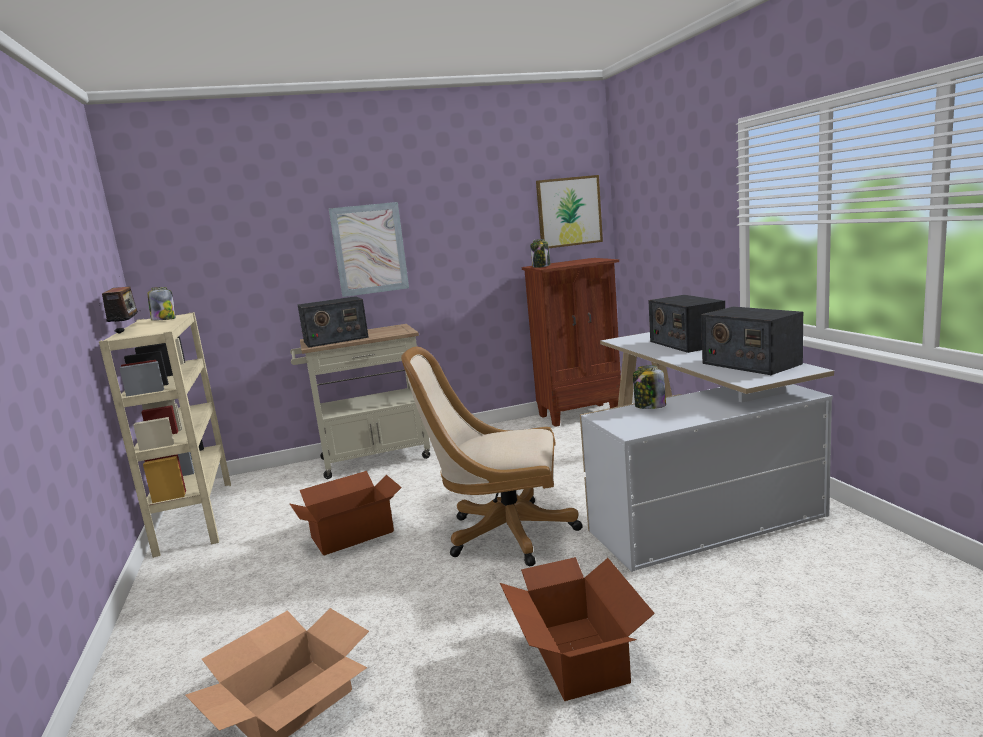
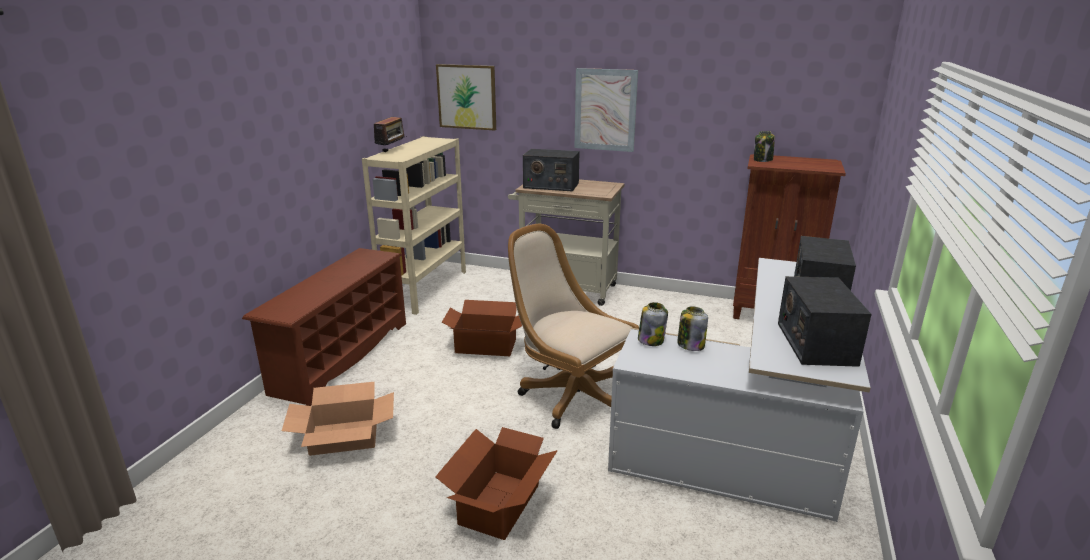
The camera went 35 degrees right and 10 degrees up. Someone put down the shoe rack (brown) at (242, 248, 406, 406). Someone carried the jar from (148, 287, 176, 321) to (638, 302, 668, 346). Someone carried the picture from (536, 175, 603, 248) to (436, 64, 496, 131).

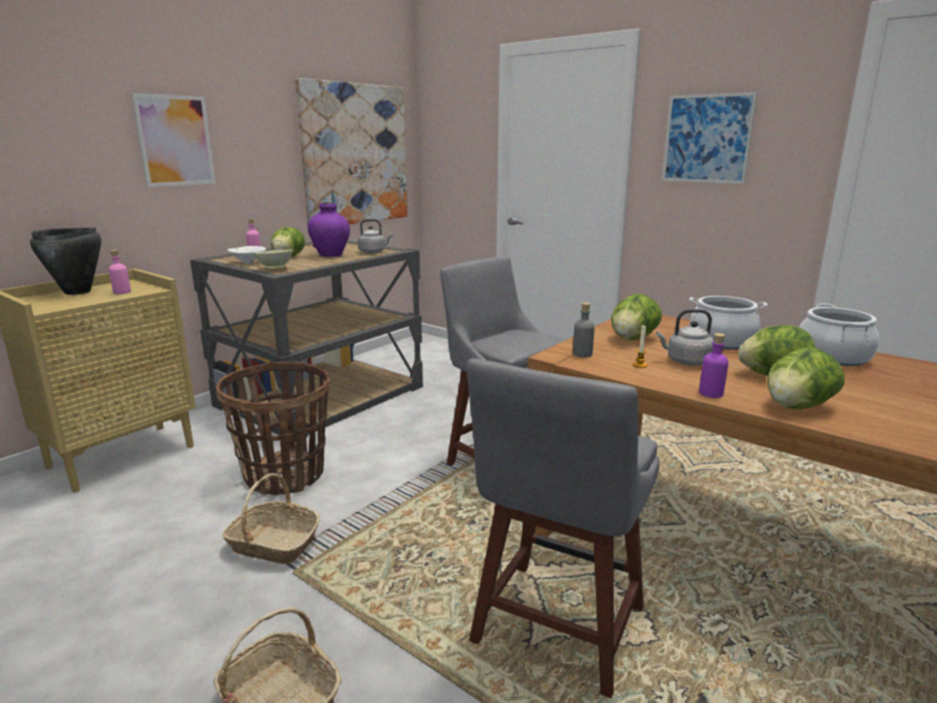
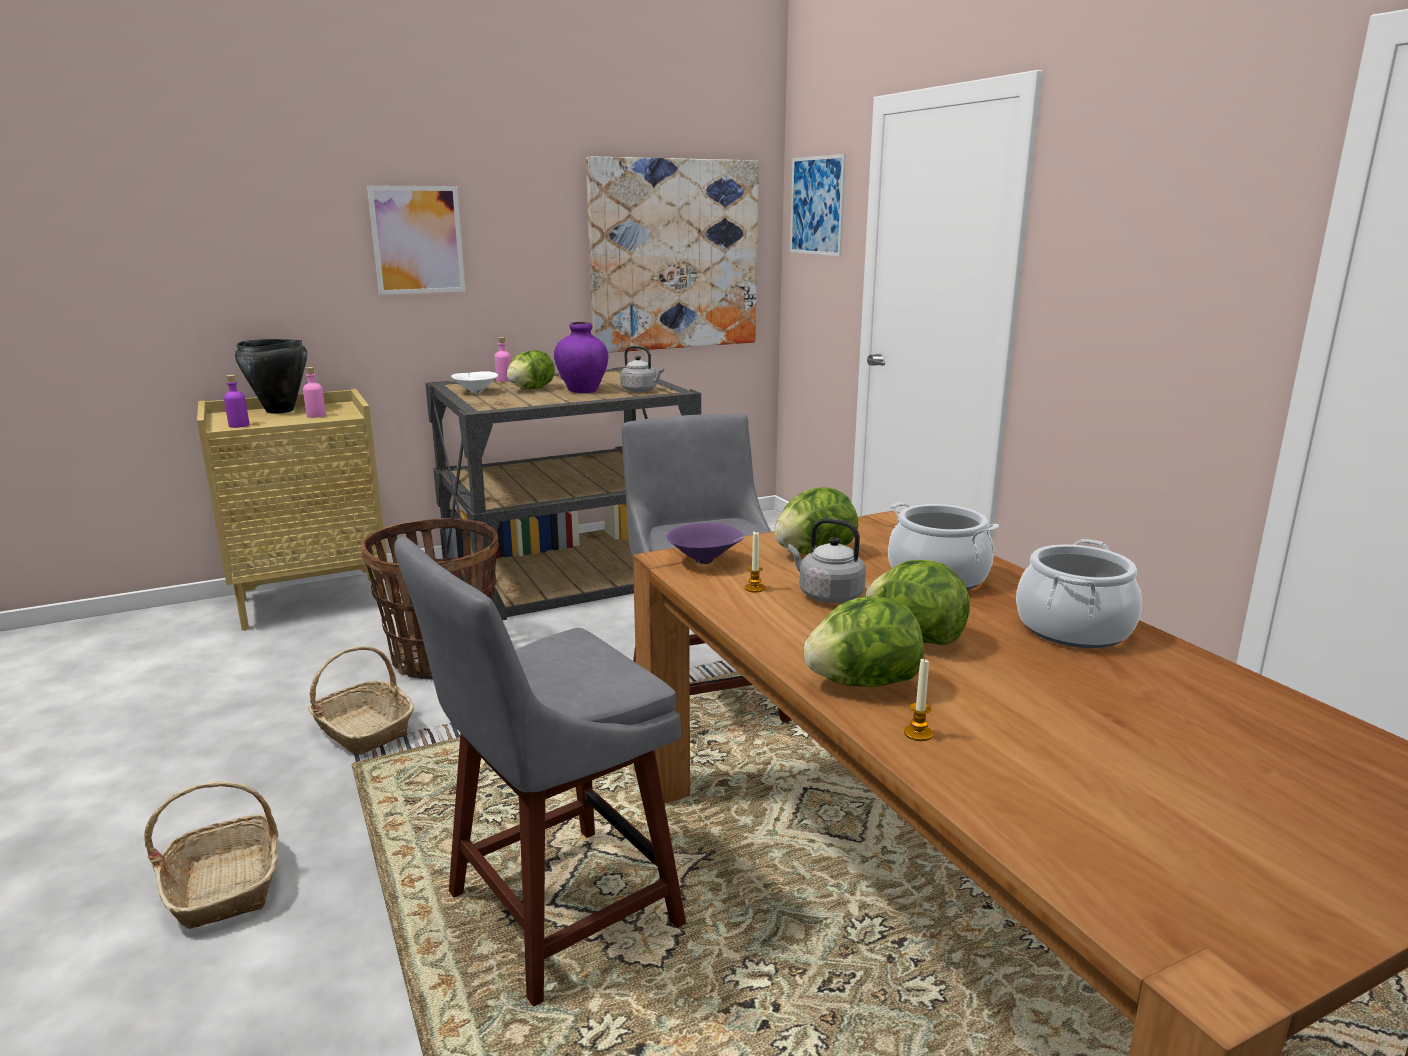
The camera went 25 degrees right and 0 degrees up. Someone took away the bowl (beige) at (254, 250, 293, 270). Someone put down the candle at (904, 658, 933, 741). Someone carried the picture from (662, 92, 758, 184) to (790, 154, 846, 256). Someone carried the bottle (purple) from (699, 333, 729, 398) to (224, 375, 249, 428). Someone swapped the bottle (grey) at (573, 302, 595, 358) for the bowl (purple) at (666, 523, 744, 564).

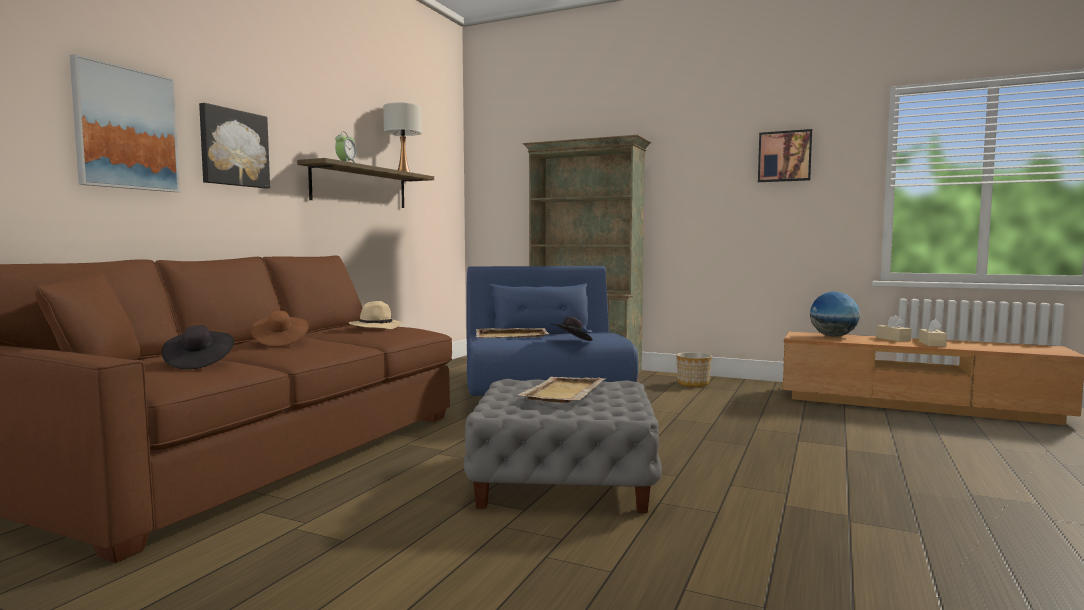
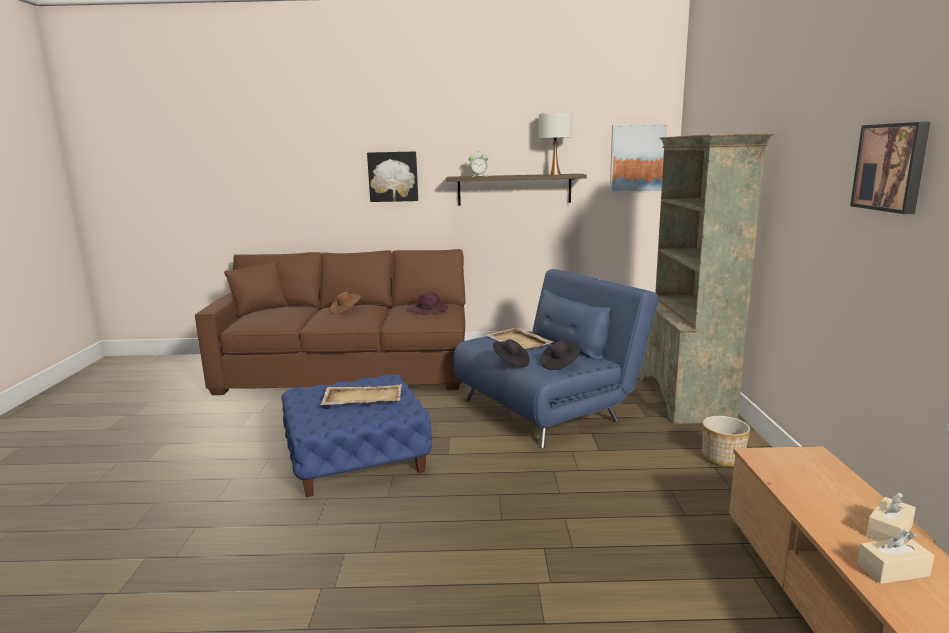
The camera went 65 degrees right and 10 degrees up. Someone took away the globe at (810, 292, 860, 337). Someone carried the picture from (70, 54, 180, 192) to (610, 124, 668, 193). Someone carried the hat (black) from (162, 325, 234, 369) to (540, 341, 581, 370). Someone repainted the hat (beige) at (349, 301, 403, 330), which became the hat (purple) at (409, 292, 448, 315). Someone repainted the ottoman (grey) at (464, 379, 662, 513), which became the ottoman (blue) at (281, 374, 432, 497).

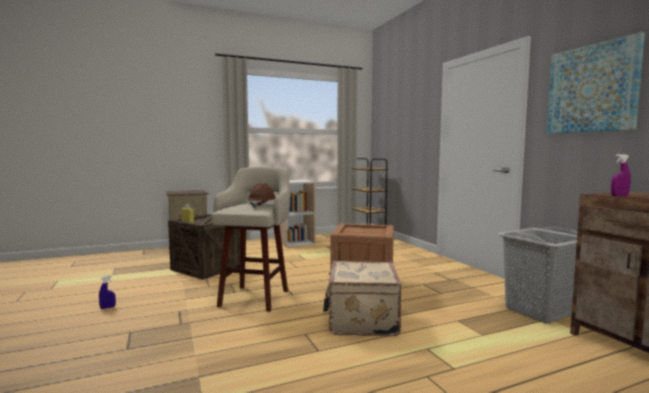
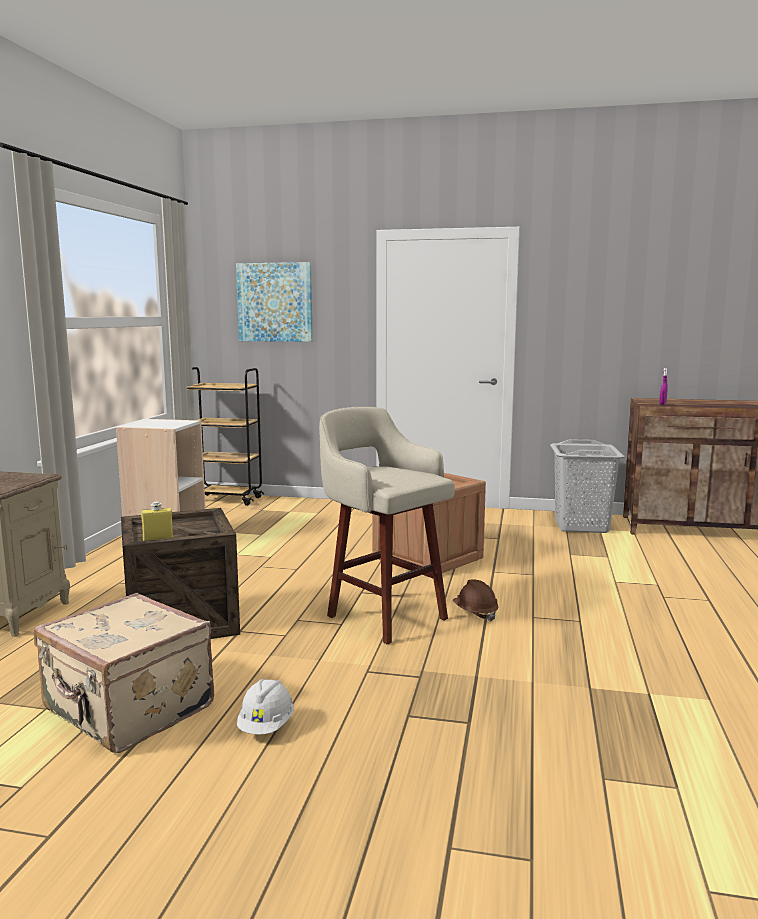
The camera went 55 degrees left and 5 degrees up. Someone carried the hard hat (brown) from (248, 183, 276, 208) to (453, 579, 498, 621). Someone carried the suitcase (beige) from (323, 261, 402, 336) to (34, 593, 214, 753). Someone carried the picture from (547, 32, 645, 134) to (236, 262, 313, 342). Someone swapped the spray bottle (blue) at (99, 276, 116, 309) for the hard hat (white) at (237, 679, 294, 735).

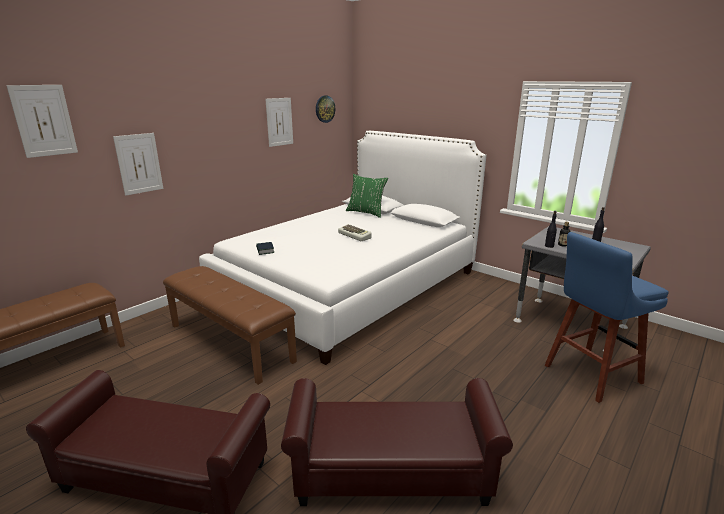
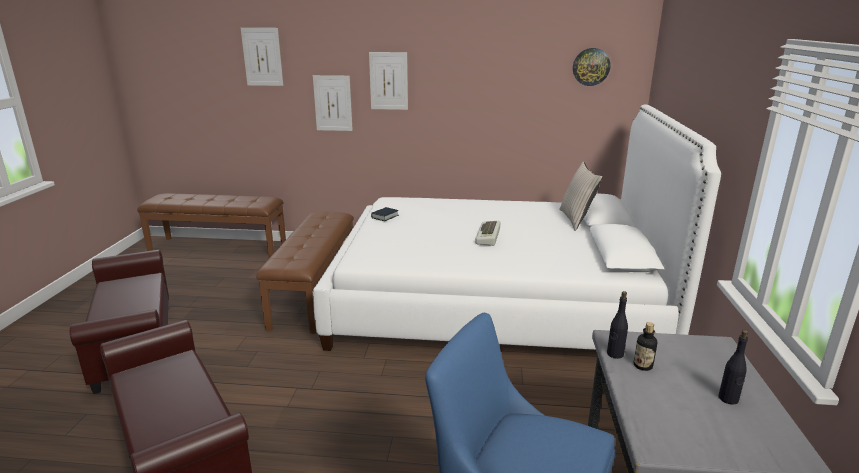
The camera went 55 degrees right and 0 degrees up. Someone carried the picture from (265, 98, 293, 147) to (369, 52, 408, 110). Someone repainted the pillow (green) at (346, 174, 388, 218), which became the pillow (beige) at (559, 162, 603, 231).

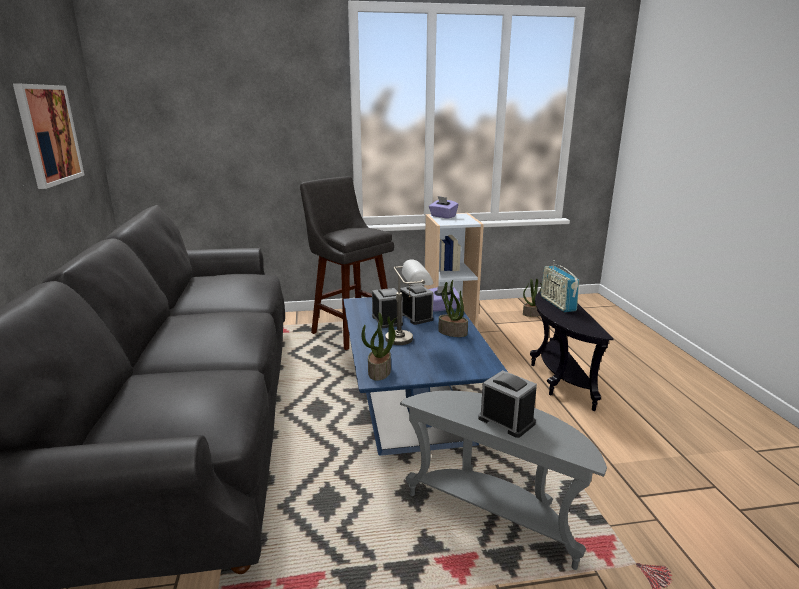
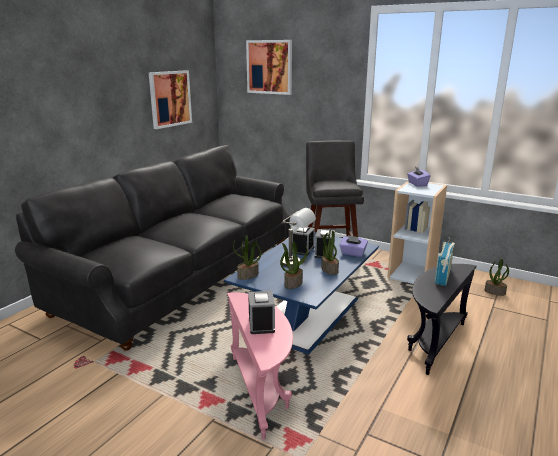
The camera went 40 degrees right and 0 degrees up. Someone put up the picture at (246, 40, 292, 95). Someone put down the potted plant at (280, 241, 308, 289). Someone repainted the side table (grey) at (400, 391, 607, 570), which became the side table (pink) at (227, 292, 293, 440).

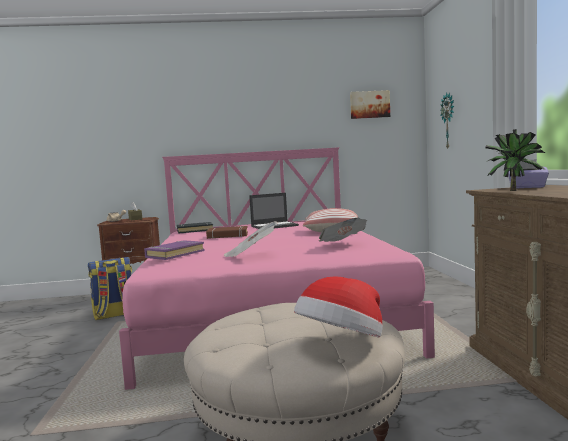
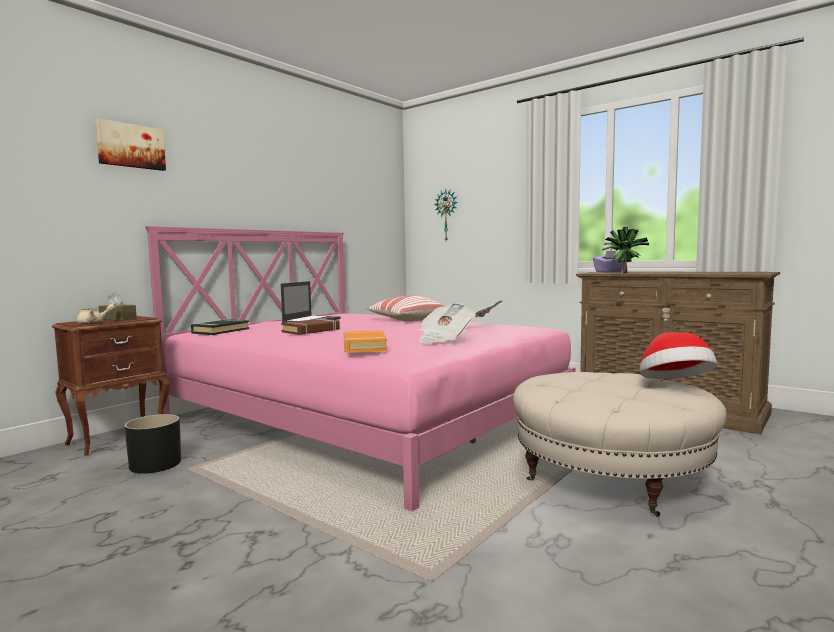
The camera went 45 degrees left and 0 degrees up. Someone carried the picture from (350, 90, 390, 119) to (95, 119, 166, 171). Someone swapped the backpack at (88, 257, 132, 320) for the planter (black) at (124, 414, 181, 474). Someone repainted the book (purple) at (144, 240, 205, 260), which became the book (orange) at (344, 330, 387, 353).

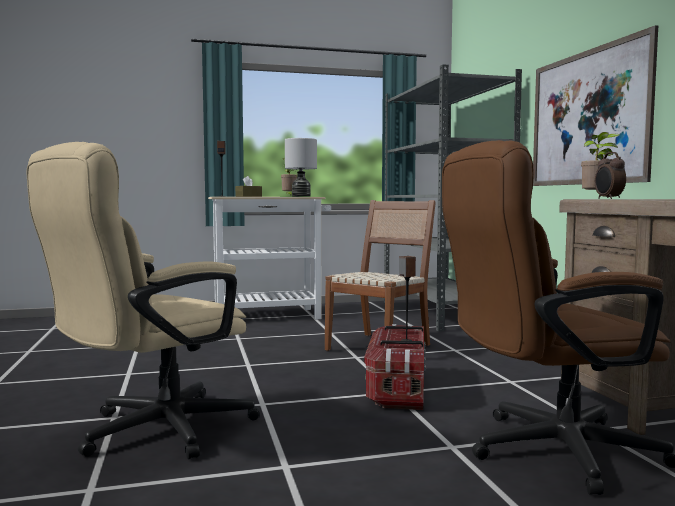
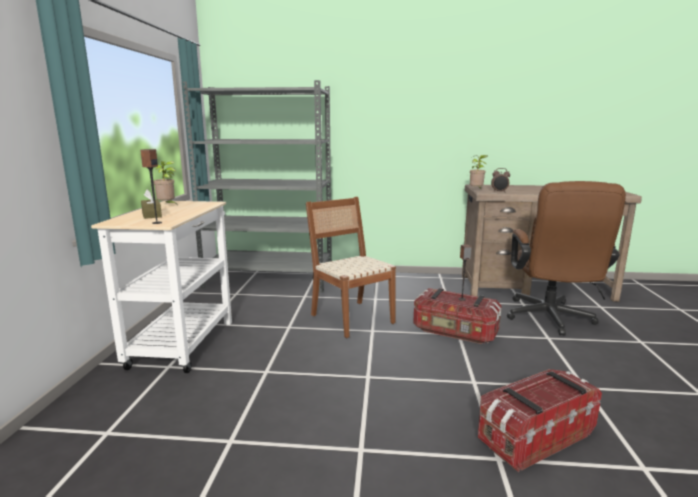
The camera went 70 degrees left and 10 degrees up. Someone took away the table lamp (grey) at (285, 138, 317, 197). Someone took away the picture at (533, 25, 658, 186). Someone swapped the office chair (beige) at (27, 142, 260, 460) for the storage box at (478, 369, 602, 472).

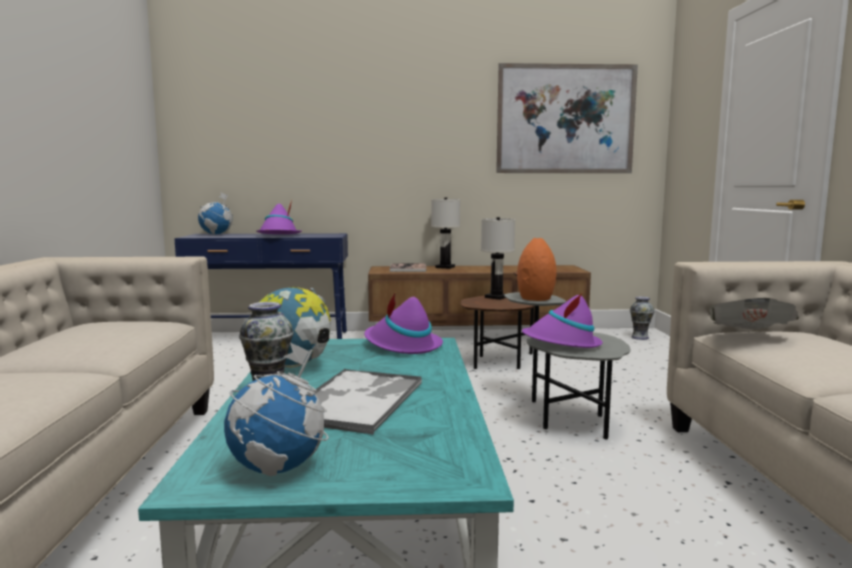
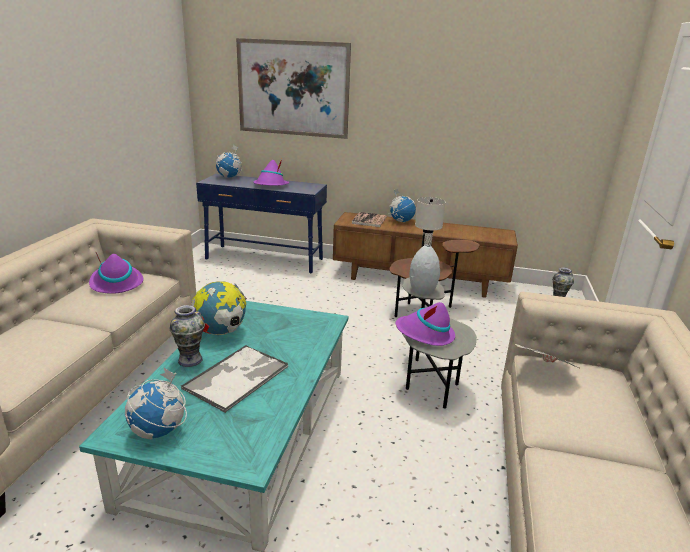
The camera went 15 degrees right and 15 degrees up. Someone carried the hat (purple) from (364, 292, 443, 354) to (89, 251, 143, 294). Someone carried the picture from (496, 63, 638, 173) to (236, 38, 351, 139). Someone swapped the table lamp (white) at (431, 198, 460, 269) for the globe at (389, 189, 416, 222). Someone repainted the vase (orange) at (517, 238, 556, 301), which became the vase (grey) at (410, 245, 440, 294).

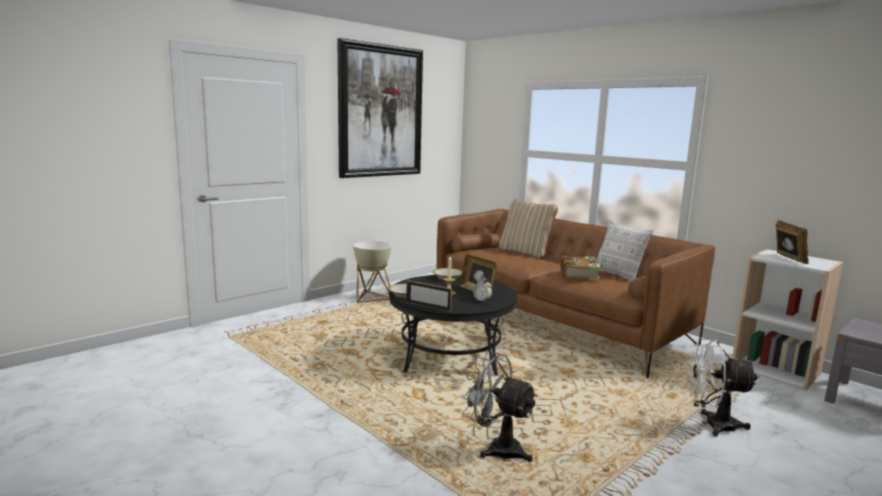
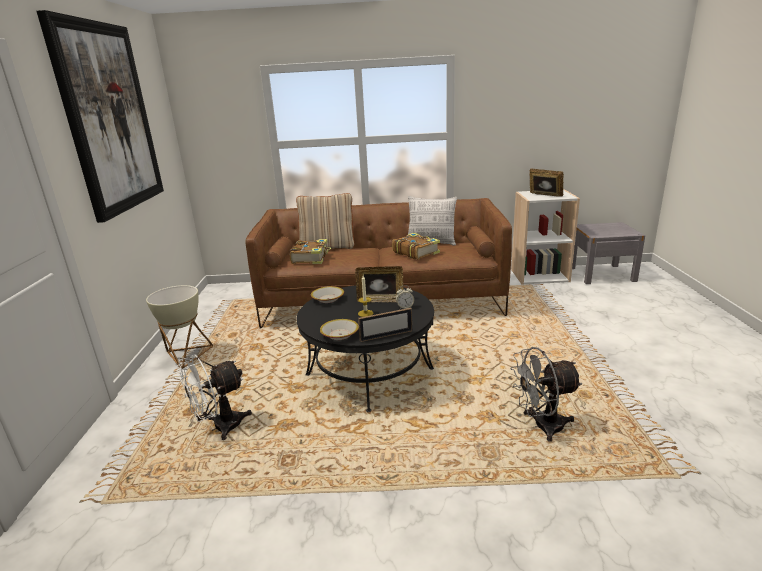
The camera went 45 degrees left and 10 degrees up. Someone put down the book at (289, 239, 331, 264). Someone carried the fan (white) from (688, 338, 758, 437) to (177, 355, 252, 440).

